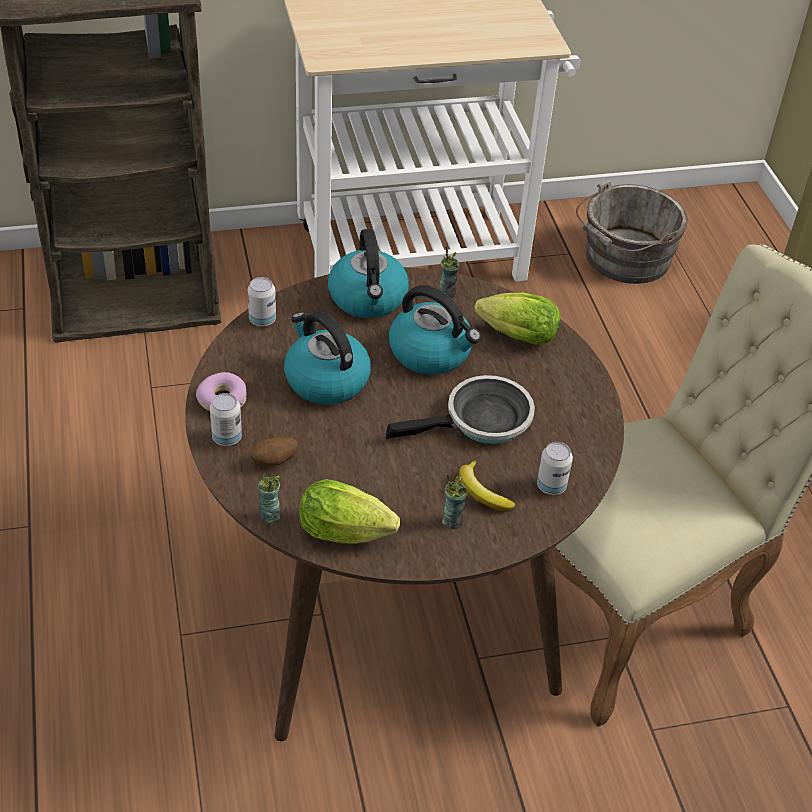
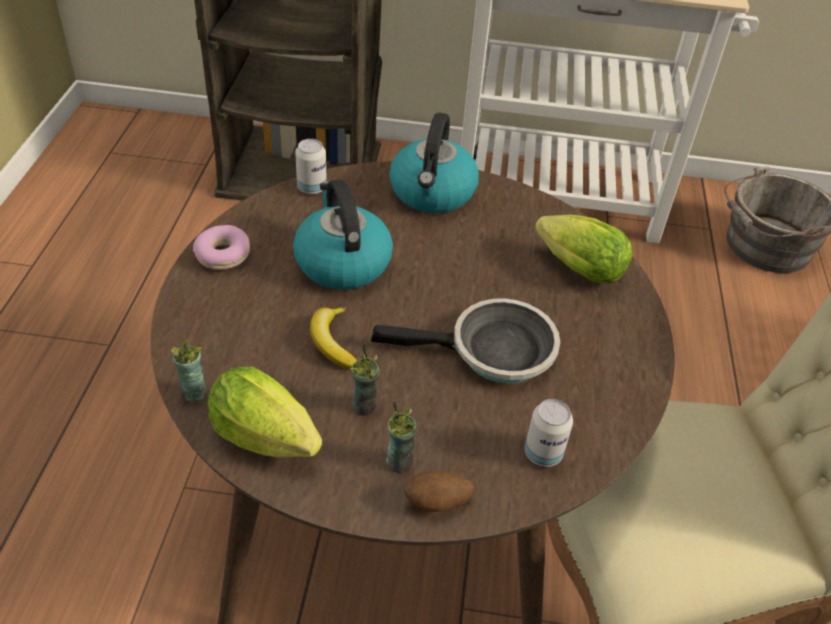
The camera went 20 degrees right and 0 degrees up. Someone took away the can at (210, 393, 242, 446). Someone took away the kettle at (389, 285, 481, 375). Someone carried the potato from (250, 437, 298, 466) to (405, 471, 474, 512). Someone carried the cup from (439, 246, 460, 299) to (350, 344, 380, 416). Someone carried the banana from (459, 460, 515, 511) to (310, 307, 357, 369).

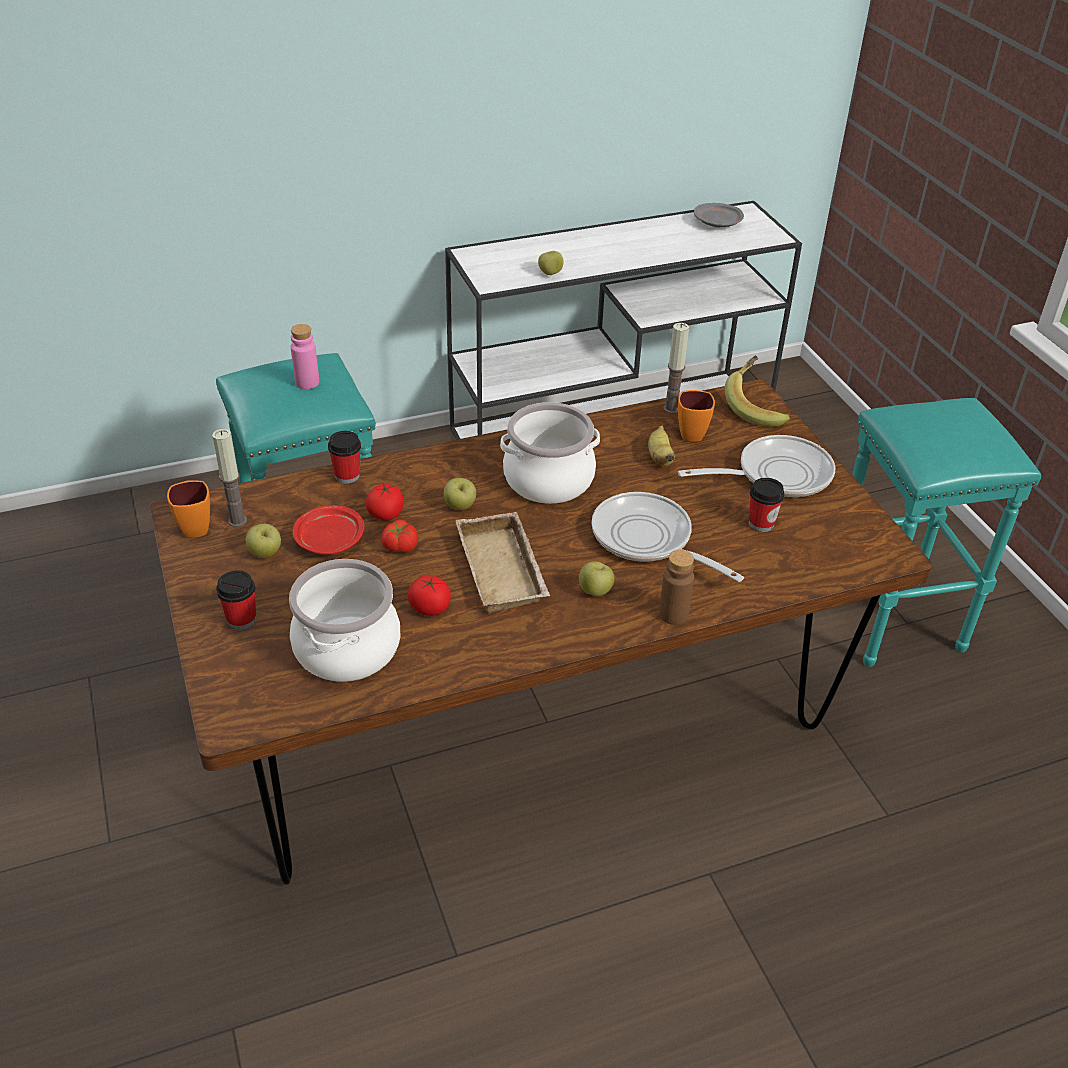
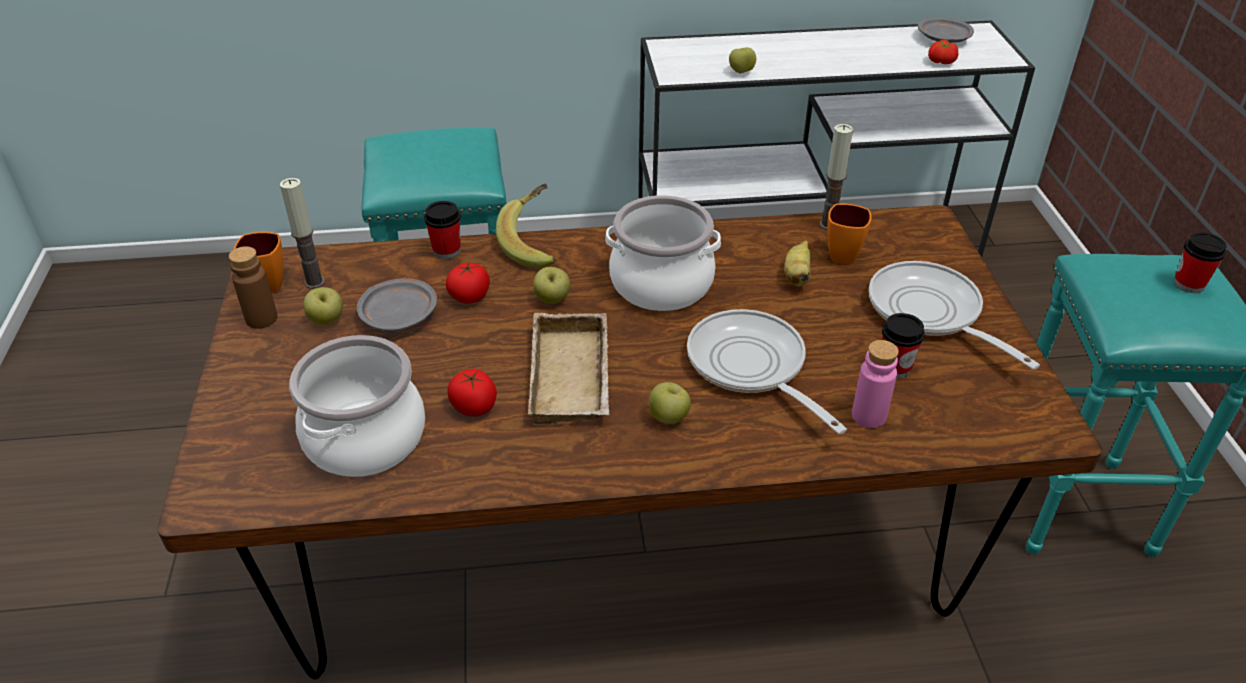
The camera went 15 degrees right and 0 degrees up. Someone carried the cup from (216, 570, 256, 630) to (1174, 232, 1227, 293). Someone carried the bottle (pink) from (291, 324, 319, 389) to (852, 340, 899, 428). Someone carried the tomato from (381, 519, 418, 552) to (928, 40, 958, 64). Someone carried the bottle (brown) from (659, 550, 694, 625) to (229, 246, 278, 329). Someone carried the banana from (725, 355, 790, 427) to (496, 183, 555, 269). Someone repainted the plate (red) at (292, 505, 365, 555), which became the plate (grey) at (357, 278, 437, 331). Someone rotated the frying pan at (678, 435, 835, 497) by 120 degrees counterclockwise.

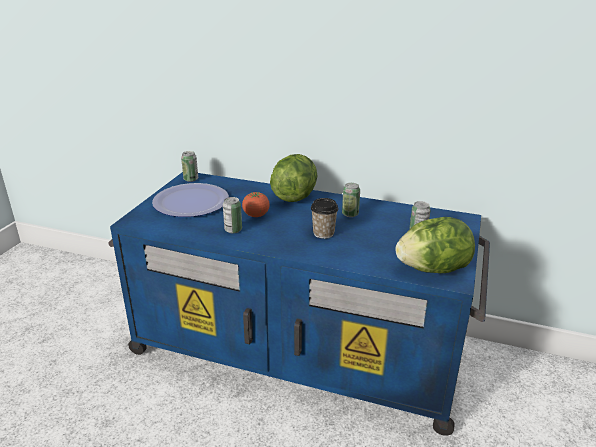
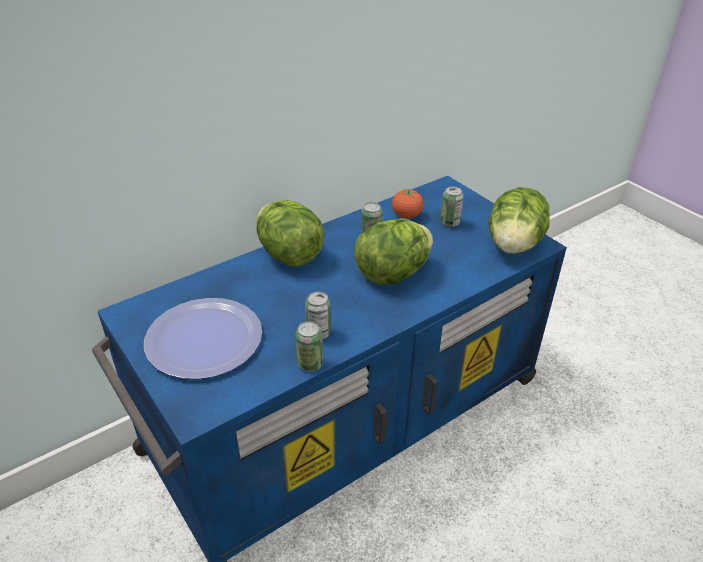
The camera went 55 degrees left and 10 degrees up. Someone carried the can from (181, 151, 198, 182) to (296, 321, 323, 372). Someone carried the tomato from (242, 192, 270, 217) to (392, 189, 423, 219). Someone swapped the cup at (311, 198, 338, 239) for the lettuce at (354, 218, 433, 285).

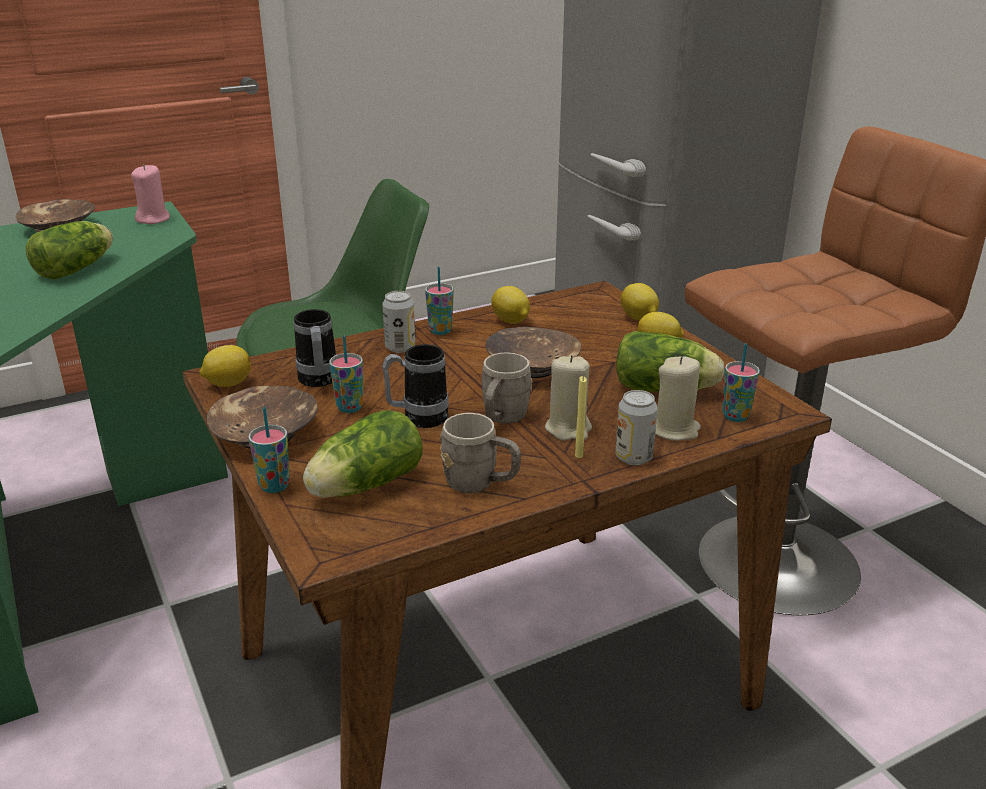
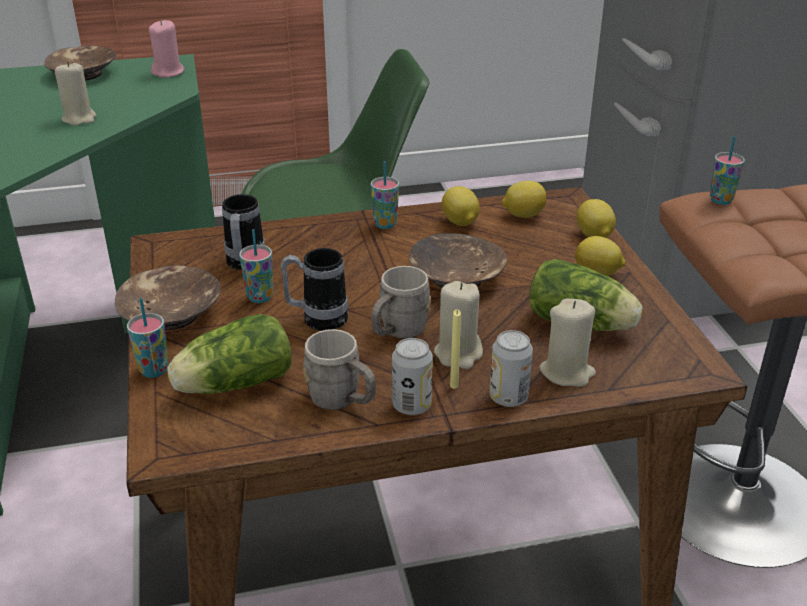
The camera went 15 degrees right and 5 degrees up. Someone carried the lemon from (199, 345, 251, 387) to (502, 181, 546, 218). Someone carried the can from (382, 291, 416, 353) to (392, 338, 433, 415). Someone carried the cup from (722, 344, 760, 422) to (710, 136, 745, 205). Someone swapped the lettuce at (26, 221, 113, 280) for the candle (beige) at (55, 61, 97, 126).

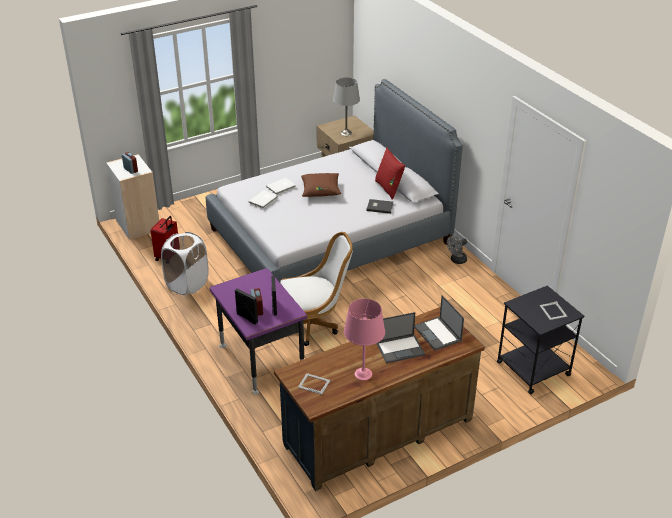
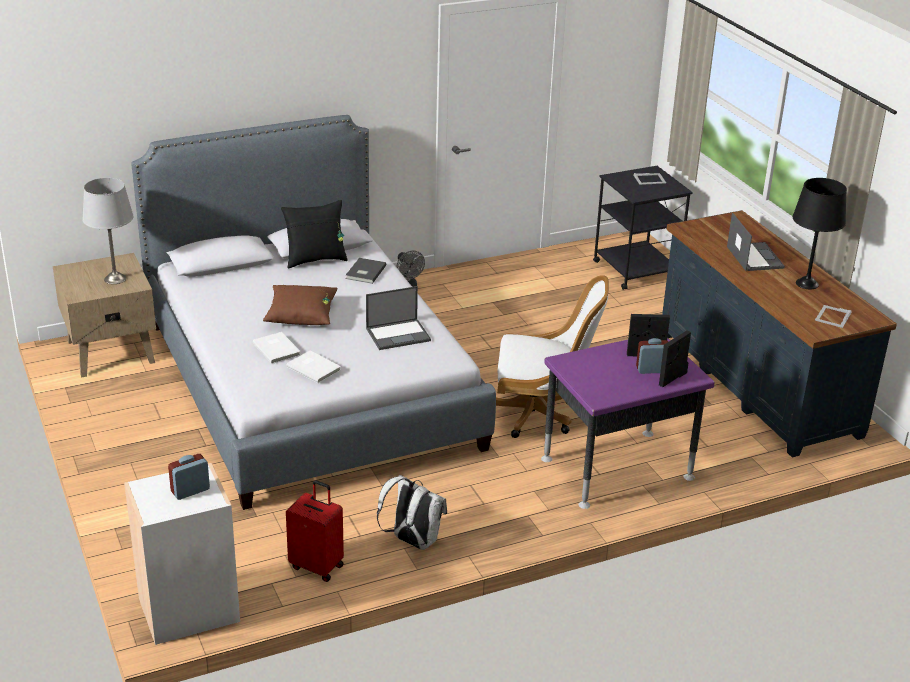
The camera went 85 degrees left and 5 degrees down. Someone carried the laptop from (414, 295, 464, 351) to (366, 286, 431, 350). Someone swapped the laundry basket (white) at (161, 232, 209, 295) for the backpack (white) at (377, 475, 447, 550). Someone repainted the table lamp (pink) at (344, 299, 385, 380), which became the table lamp (black) at (793, 178, 847, 289). Someone repainted the pillow (red) at (375, 148, 405, 200), which became the pillow (black) at (281, 200, 348, 268). Someone rotated the office chair (white) at (280, 232, 353, 346) by 105 degrees clockwise.

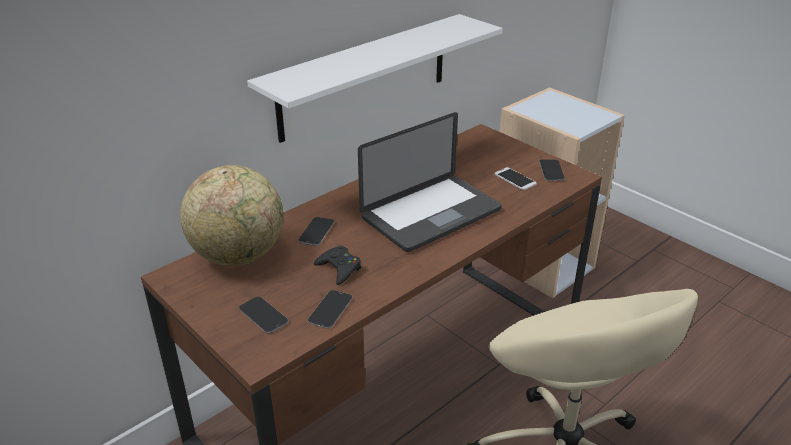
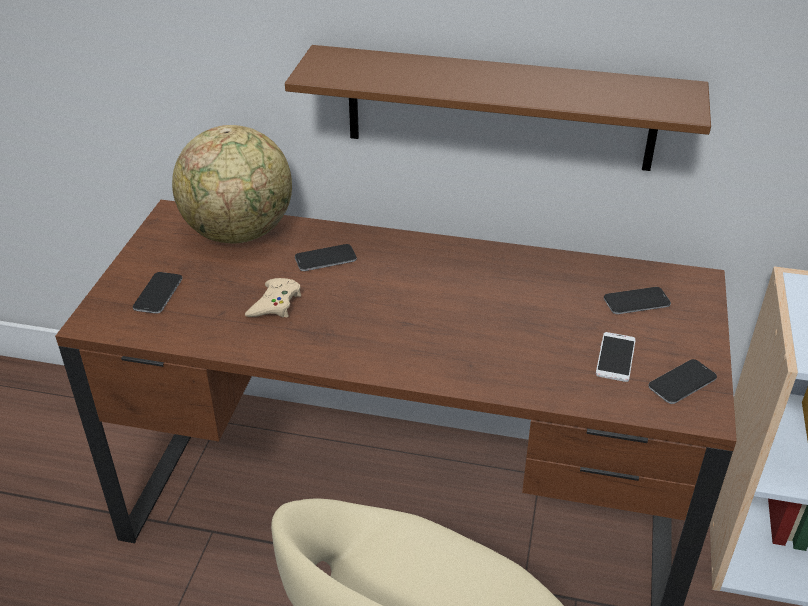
The camera went 55 degrees right and 5 degrees up. Someone took away the laptop at (358, 112, 502, 252). Someone carried the phone from (308, 290, 352, 329) to (604, 287, 671, 314). Someone repainted the shelf (white) at (247, 14, 503, 143), which became the shelf (brown) at (285, 45, 711, 171). Someone repainted the game controller (black) at (314, 245, 361, 285), which became the game controller (beige) at (245, 278, 301, 318).

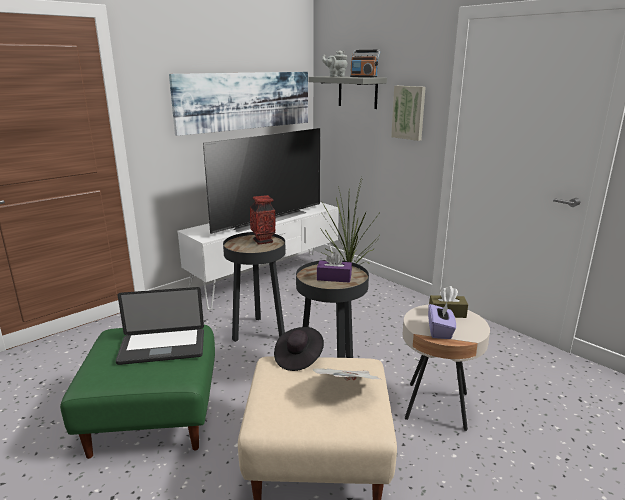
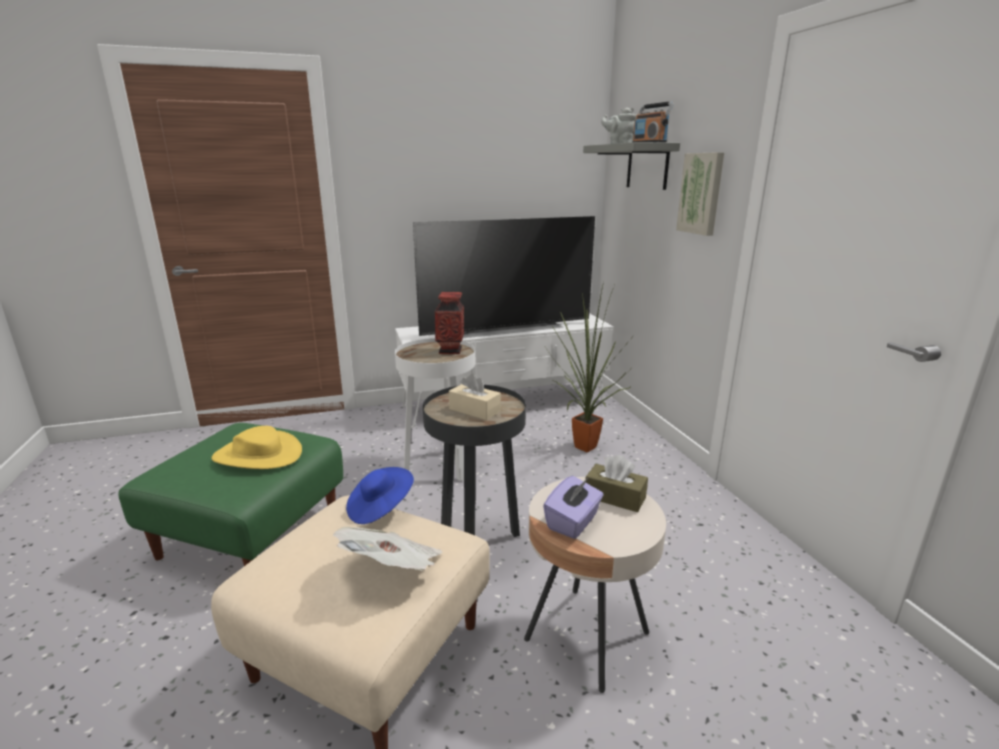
The camera went 25 degrees right and 0 degrees up. Someone took away the picture at (169, 72, 308, 136). Someone swapped the laptop at (116, 287, 204, 365) for the hat (yellow) at (211, 426, 302, 469). Someone repainted the side table (black) at (223, 232, 286, 342), which became the side table (white) at (395, 338, 475, 481). Someone repainted the hat (black) at (274, 327, 324, 371), which became the hat (blue) at (346, 467, 414, 524). Someone repainted the tissue box (purple) at (317, 252, 352, 283), which became the tissue box (beige) at (449, 374, 501, 420).

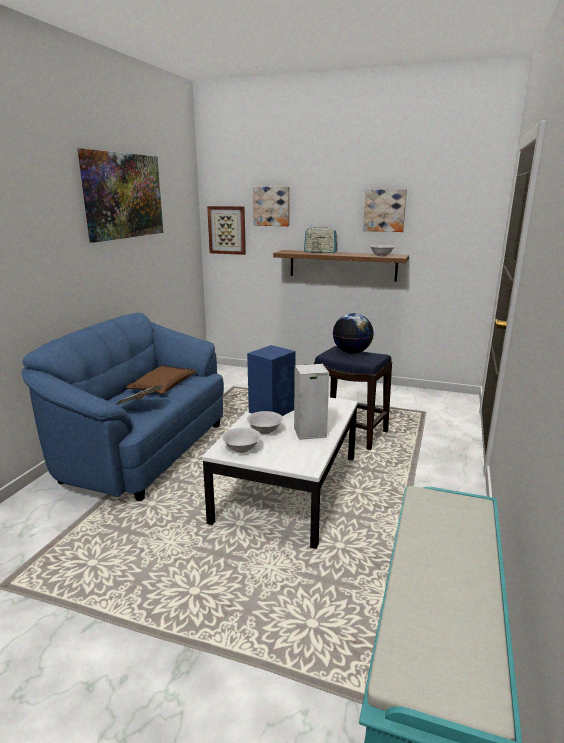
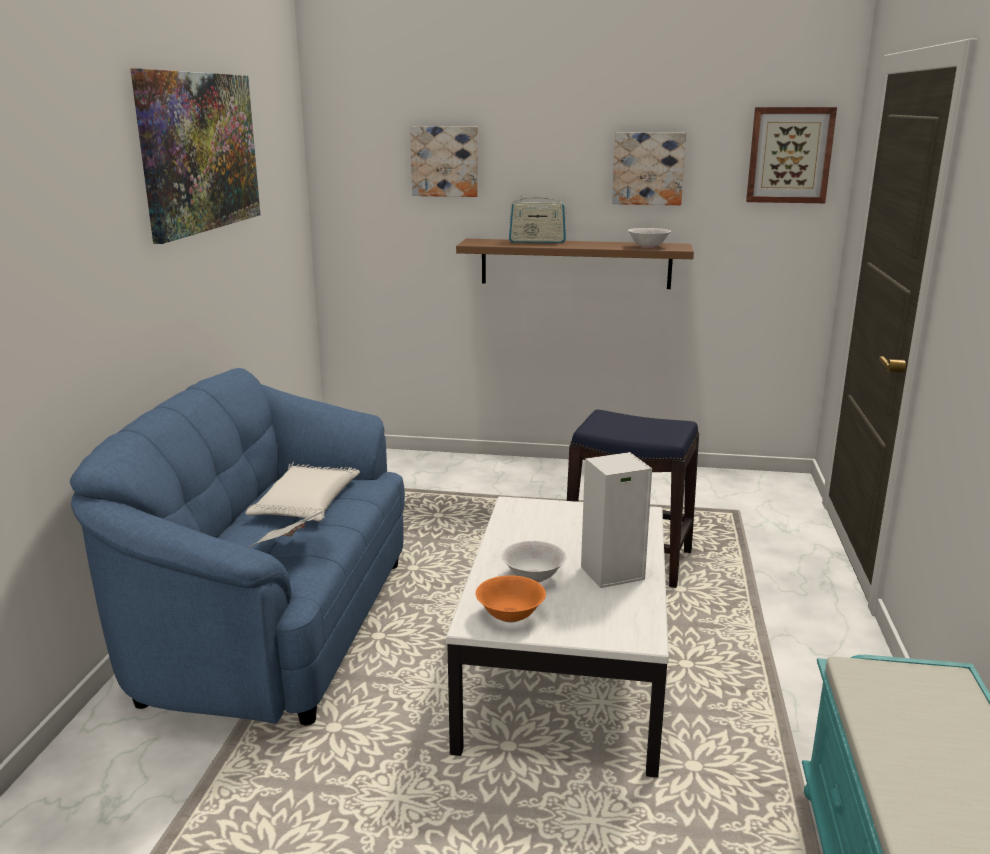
The camera went 10 degrees left and 0 degrees up. Someone took away the speaker (blue) at (247, 345, 296, 416). Someone took away the globe at (333, 313, 374, 354). Someone carried the picture from (207, 206, 246, 255) to (746, 107, 837, 203). Someone repainted the pillow (brown) at (126, 364, 196, 394), which became the pillow (white) at (246, 461, 360, 522). Someone repainted the bowl (white) at (222, 427, 261, 453), which became the bowl (orange) at (476, 575, 546, 623).

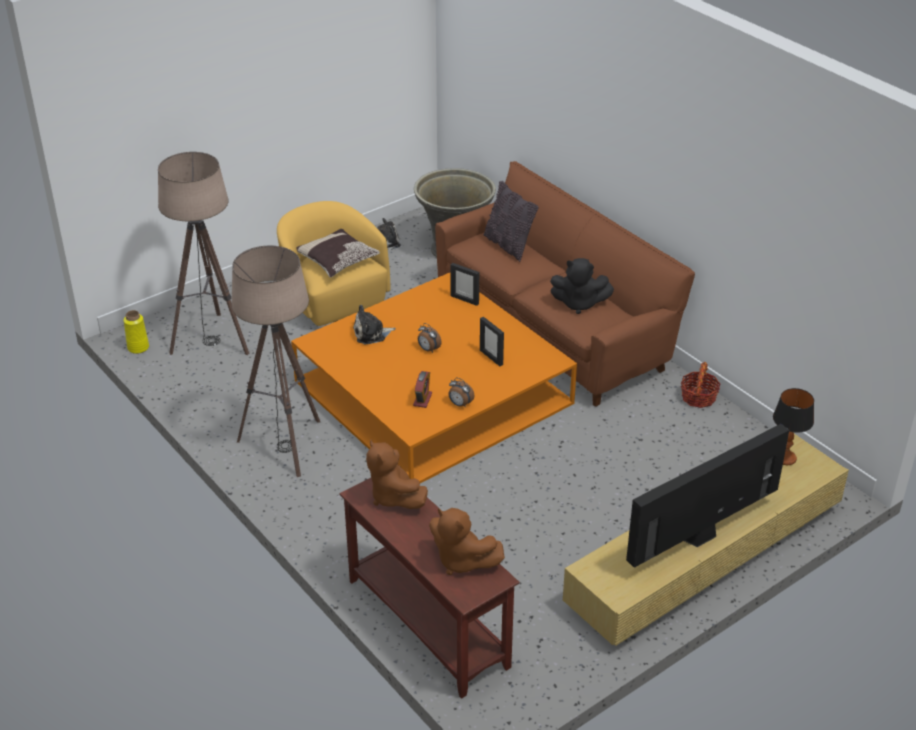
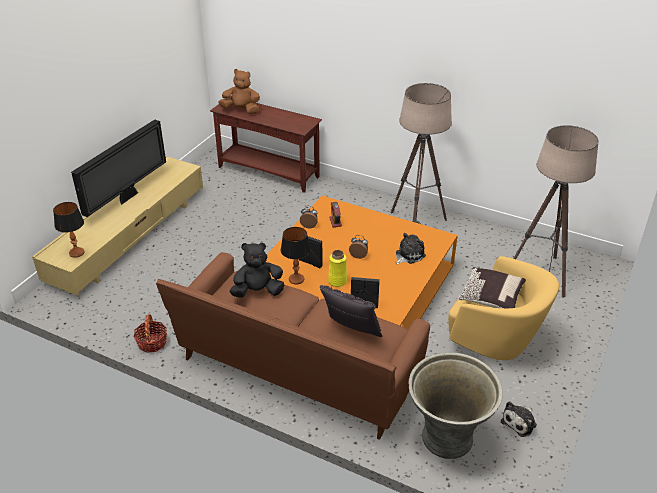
The camera went 155 degrees right and 0 degrees up. Someone took away the plush toy (brown) at (366, 440, 428, 509). Someone put down the table lamp at (281, 227, 311, 284). Someone carried the vase (yellow) from (123, 310, 149, 354) to (328, 250, 347, 287).

